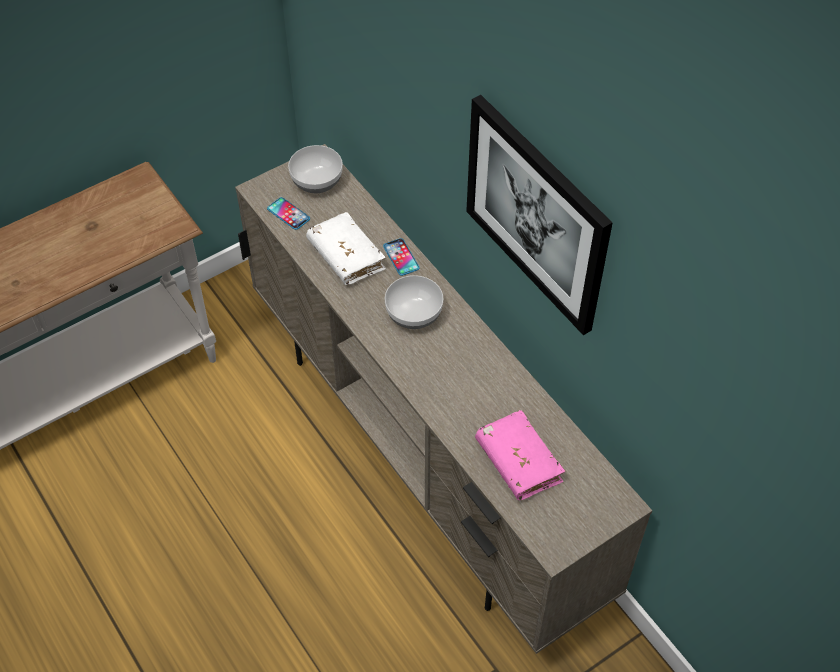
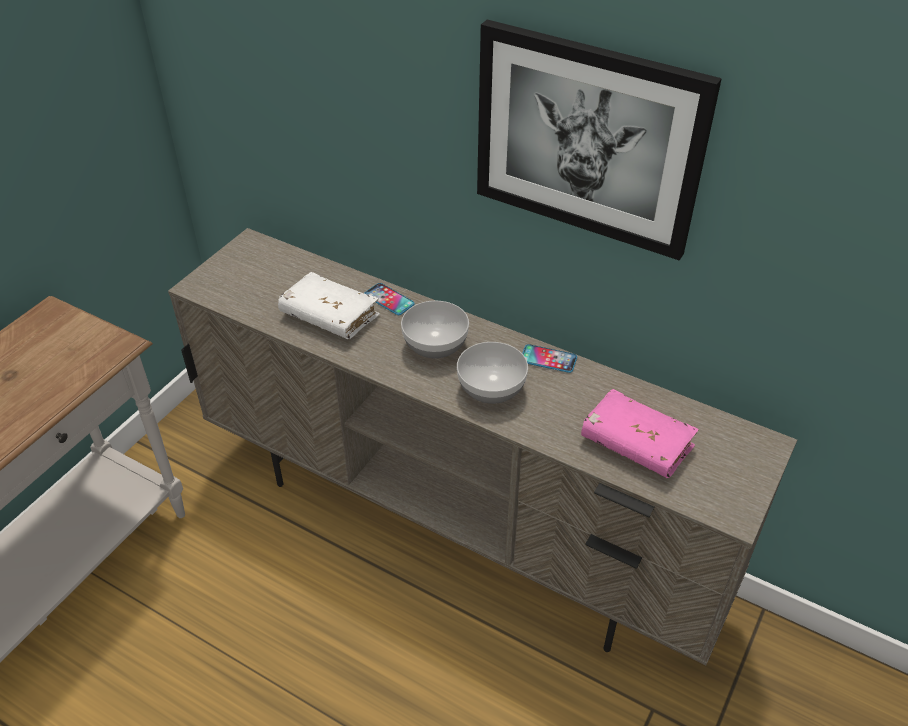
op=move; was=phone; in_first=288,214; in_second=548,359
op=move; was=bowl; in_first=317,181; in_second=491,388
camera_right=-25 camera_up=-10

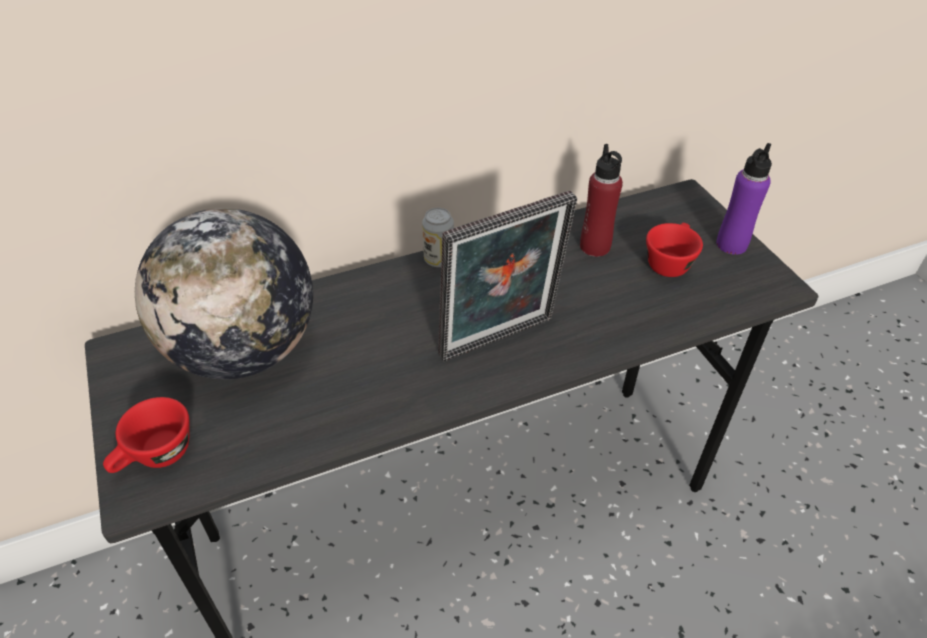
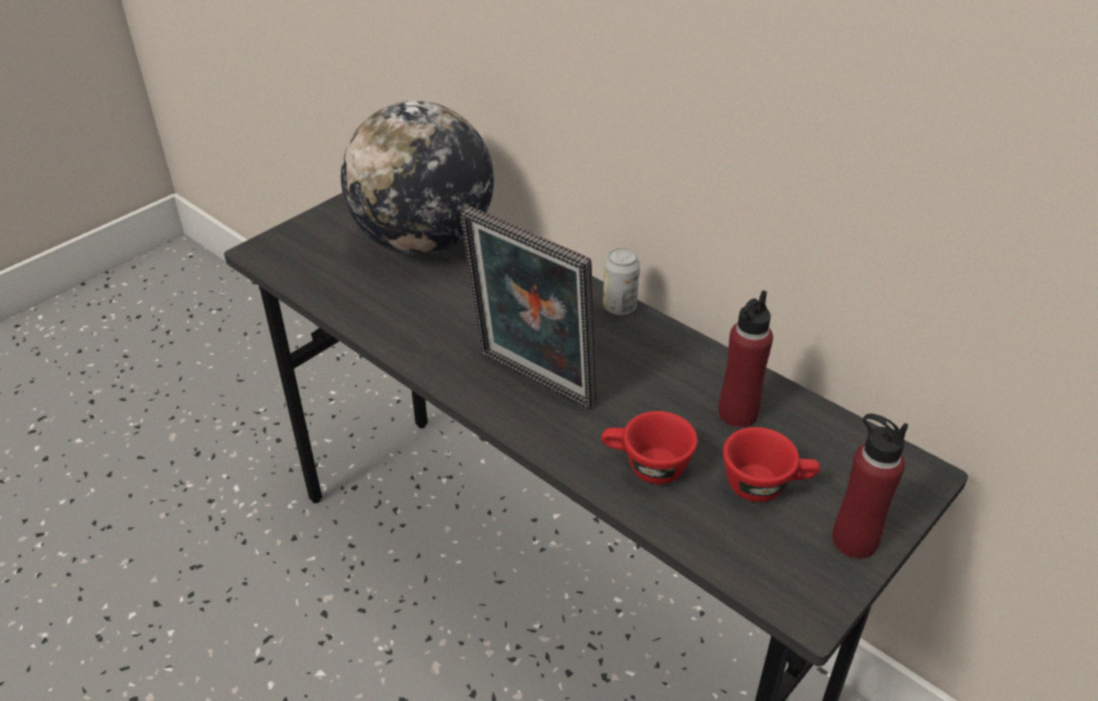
op=move; was=red cup; in_first=156,457; in_second=646,466
op=recolor; was=purple bottle; now=red bottle; in_first=731,244; in_second=854,540
camera_right=65 camera_up=-5

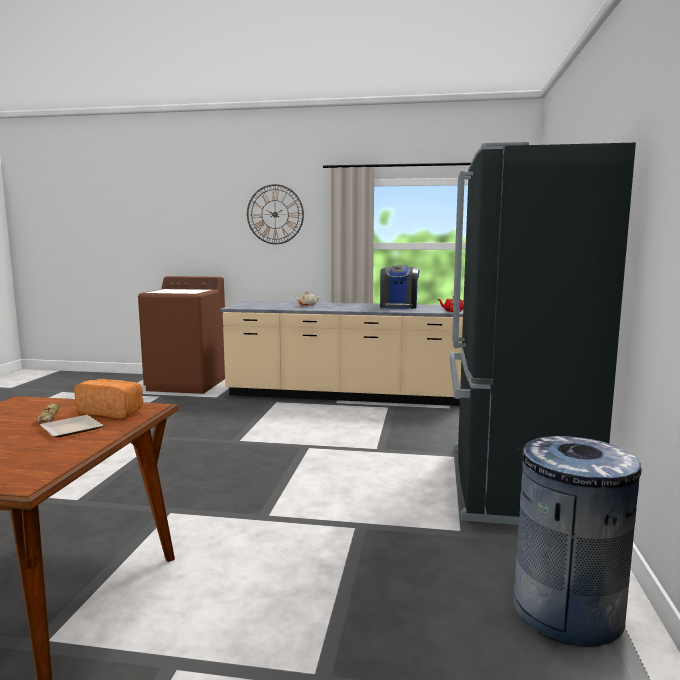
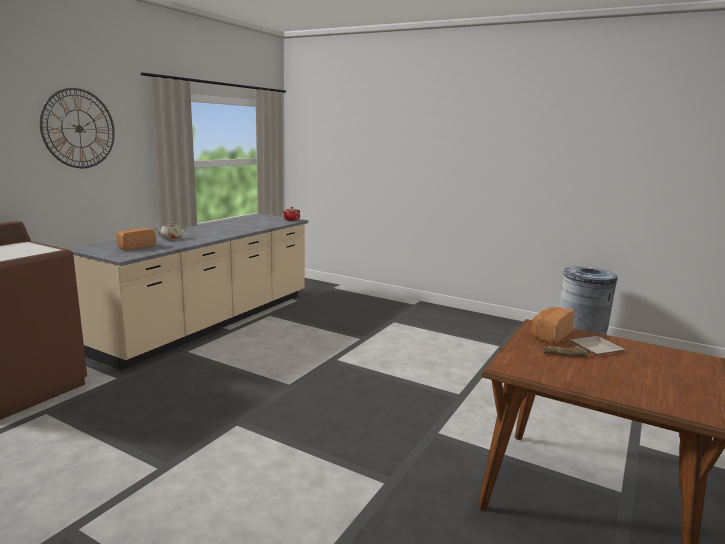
op=delete; was=coffee machine; in_first=399,306
op=delete; was=black fridge; in_first=512,484
op=insert; now=bread; in_second=135,247
camera_right=-70 camera_up=5

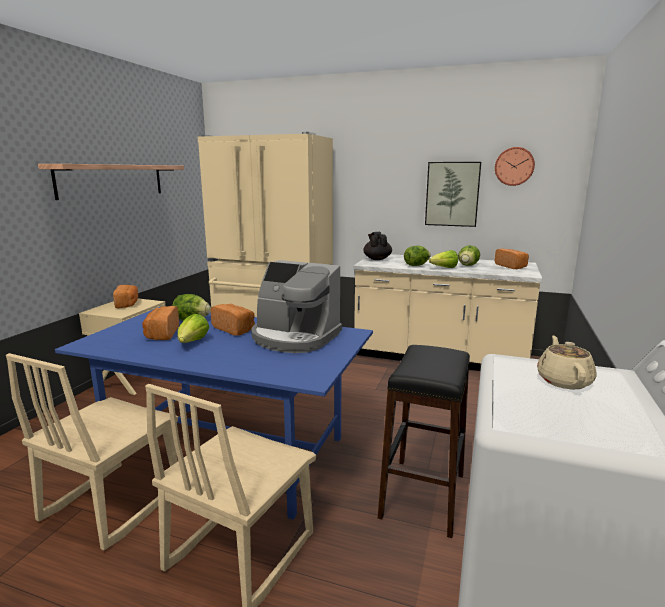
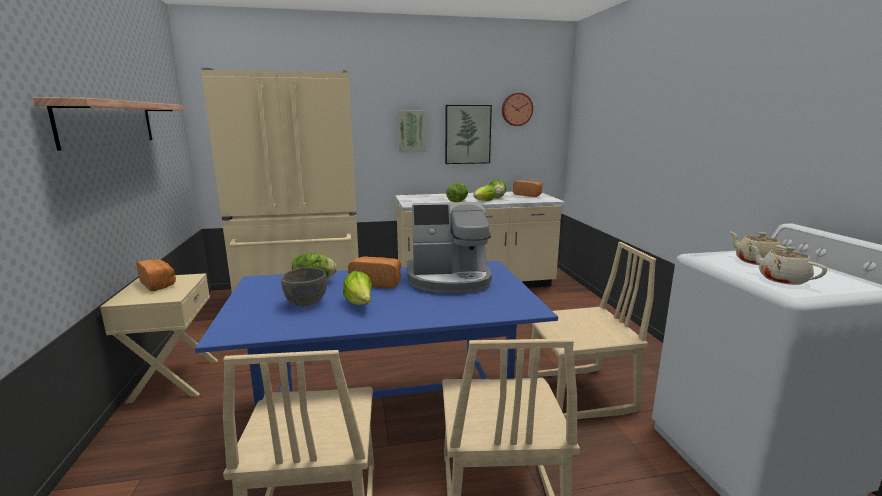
op=delete; was=black teapot; in_first=377,259
op=insert; now=picture; in_second=411,131
op=insert; now=beige teapot; in_second=781,279
op=replace; was=bread; now=grey bowl; in_first=161,334; in_second=306,303
op=replace; was=black stool; now=beige chair; in_first=423,495; in_second=580,394
camera_right=-30 camera_up=0

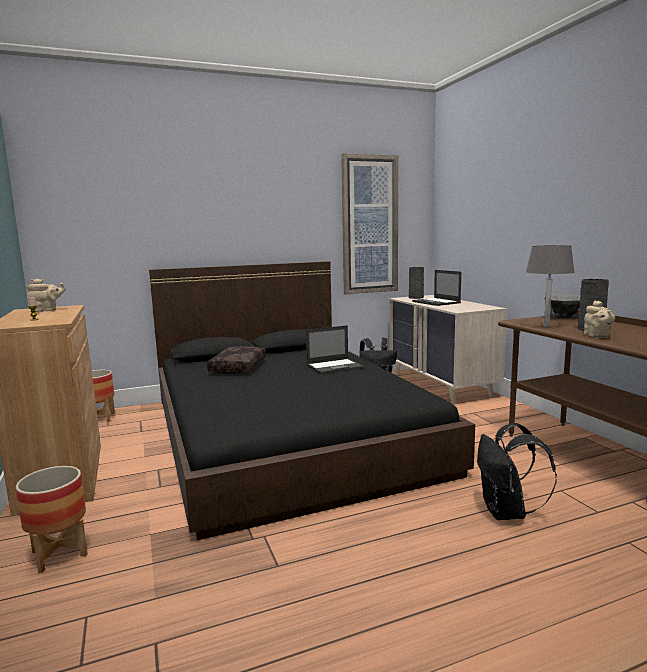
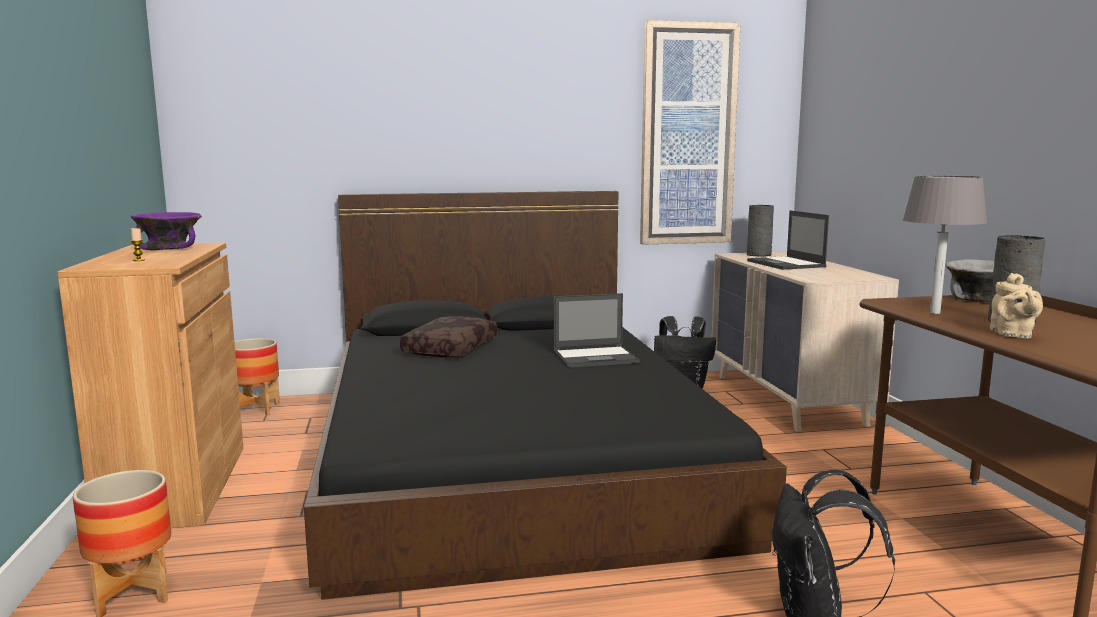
op=replace; was=beige teapot; now=purple bowl; in_first=47,311; in_second=169,248
camera_right=10 camera_up=0

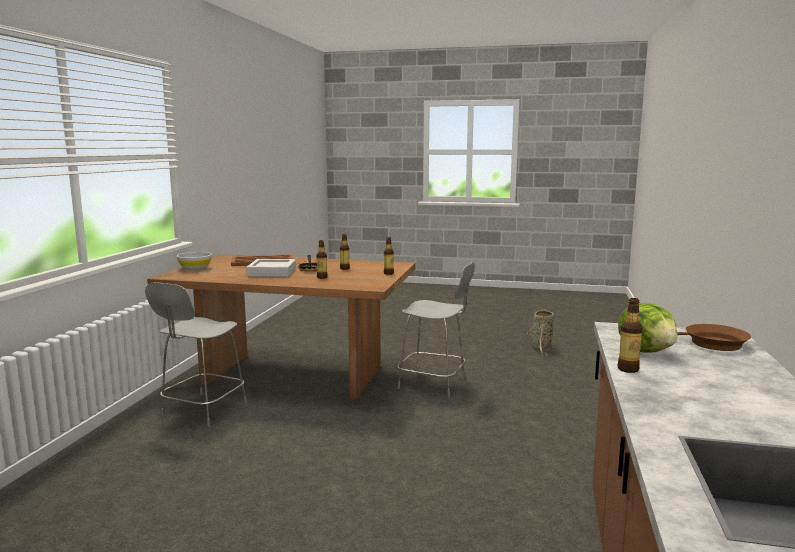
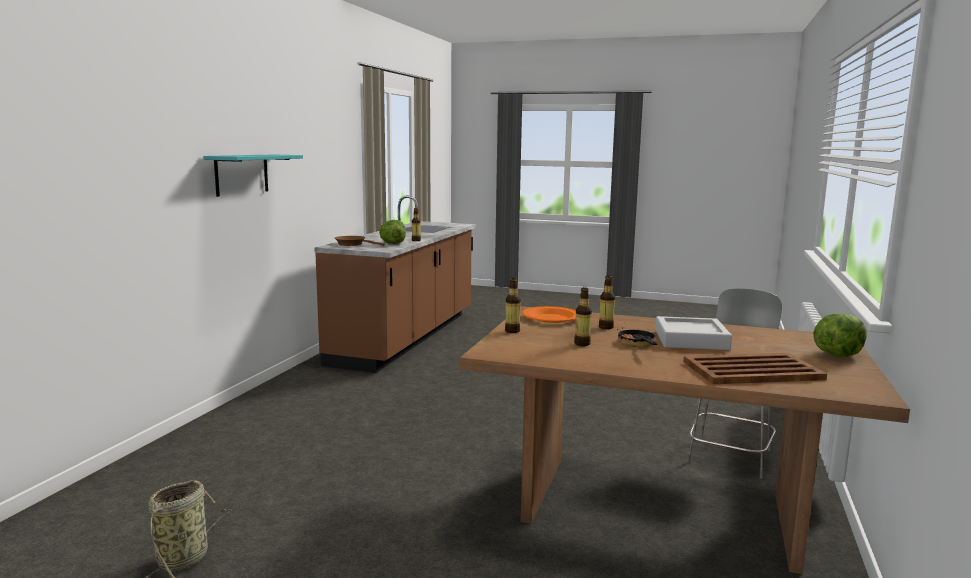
op=delete; was=grey chair; in_first=434,383
op=insert; now=turquoise shelf; in_second=242,174
op=insert; now=orange plate; in_second=551,318
op=replace; was=white bowl; now=lettuce; in_first=195,268; in_second=837,355
camera_right=-175 camera_up=0

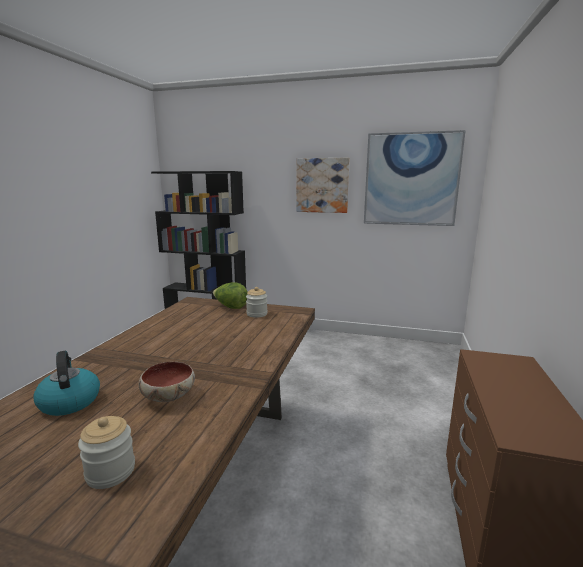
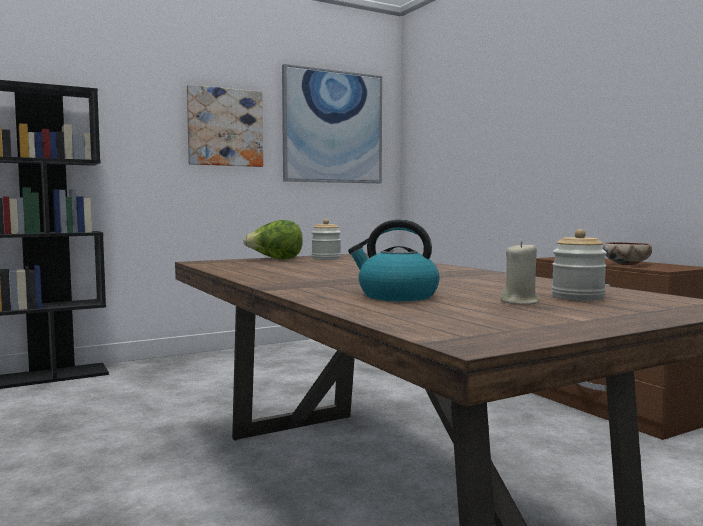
op=insert; now=beige candle; in_second=520,302
op=move; was=bowl; in_first=168,396; in_second=625,264
camera_right=-45 camera_up=-10

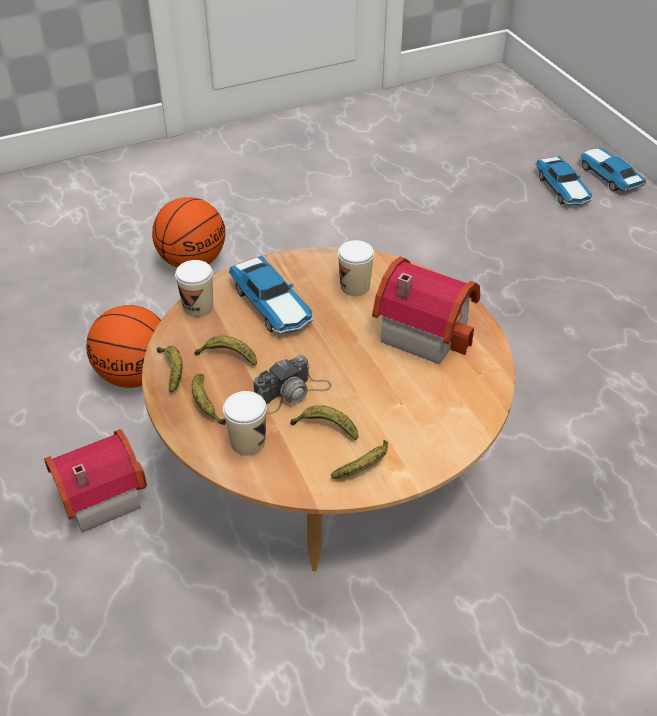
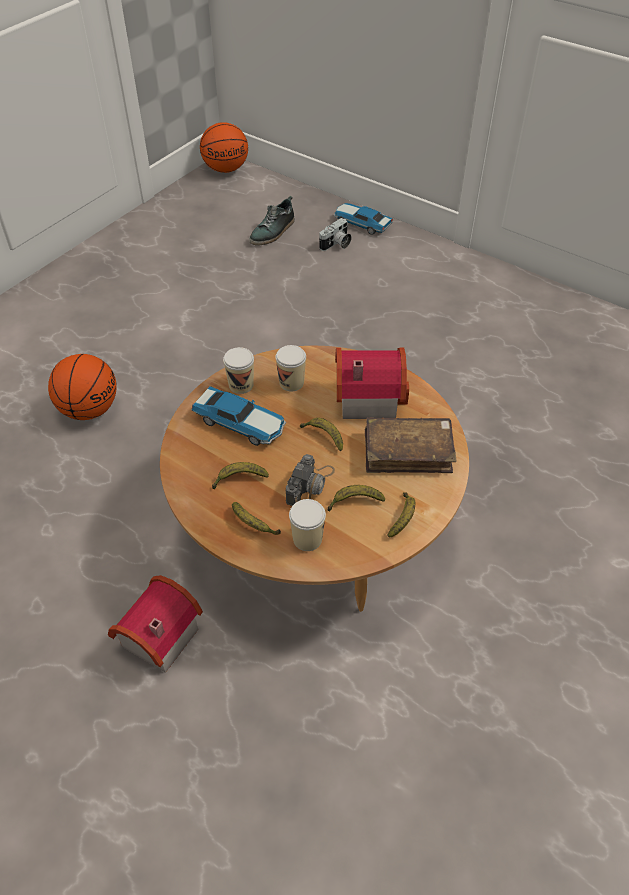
op=insert; now=shoe; in_second=273,232
op=insert; now=brown book; in_second=407,452
op=move; was=basketball; in_first=136,375; in_second=226,169
op=move; was=banana; in_first=172,371; in_second=324,436
op=move; was=cup; in_first=198,307; in_second=241,385
op=replace; was=toy car; now=photo camera; in_first=562,189; in_second=336,244
camera_right=-30 camera_up=5

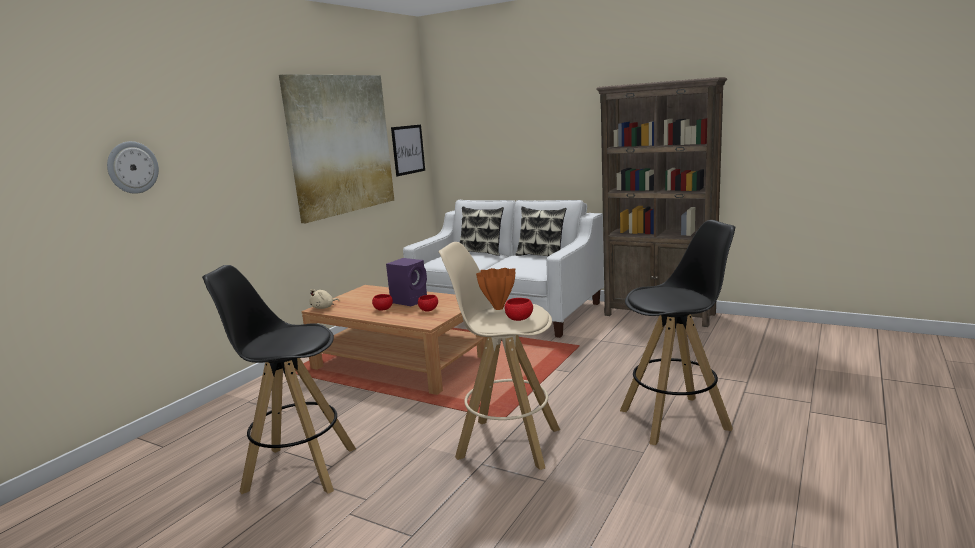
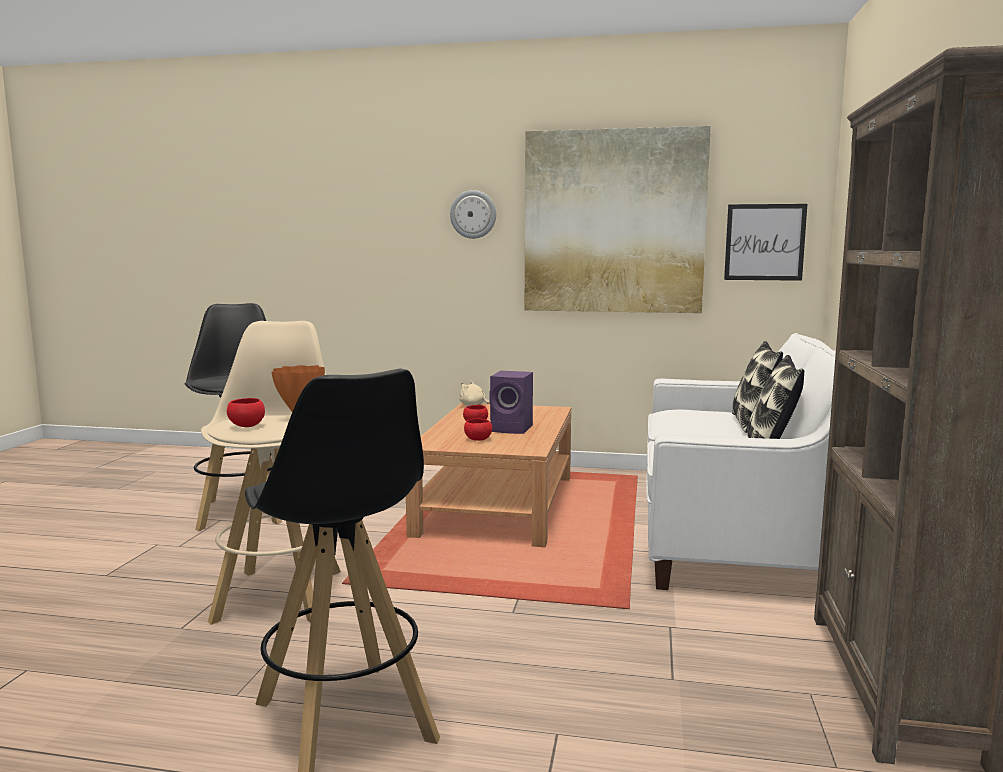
op=move; was=wall clock; in_first=132,167; in_second=473,214
camera_right=70 camera_up=-5

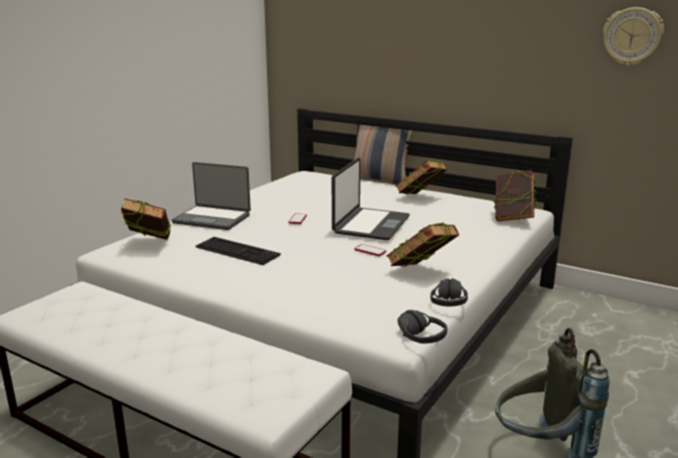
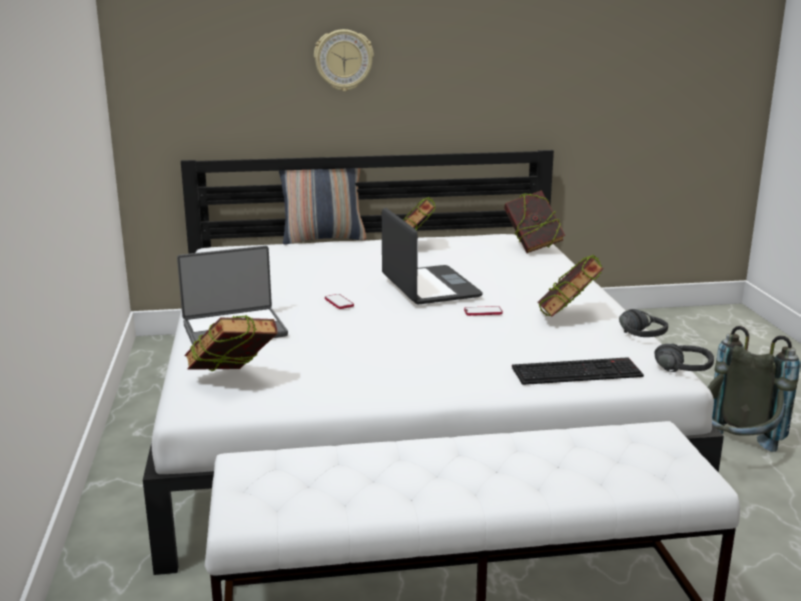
op=move; was=keyboard; in_first=239,251; in_second=577,371
op=move; was=wall clock; in_first=632,36; in_second=343,60
camera_right=-40 camera_up=0

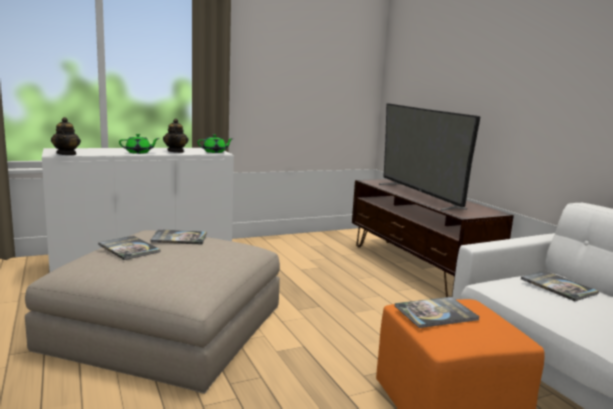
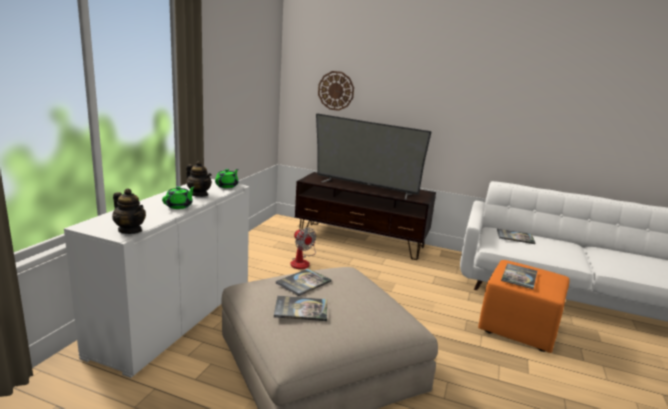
op=insert; now=fan; in_second=302,262
op=insert; now=wall clock; in_second=336,90
camera_right=-45 camera_up=5

